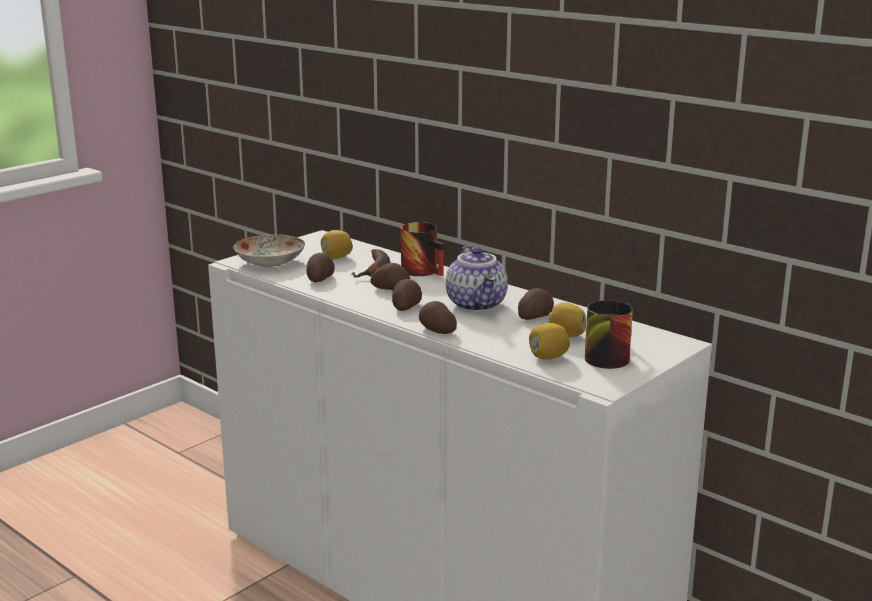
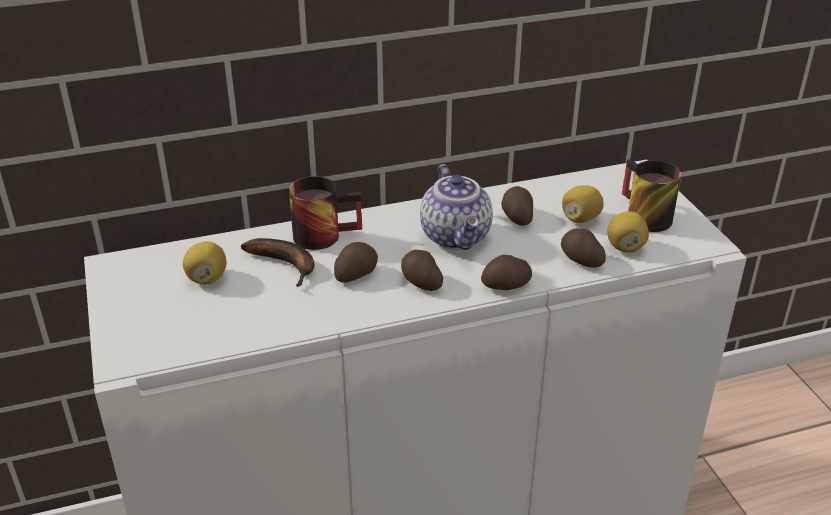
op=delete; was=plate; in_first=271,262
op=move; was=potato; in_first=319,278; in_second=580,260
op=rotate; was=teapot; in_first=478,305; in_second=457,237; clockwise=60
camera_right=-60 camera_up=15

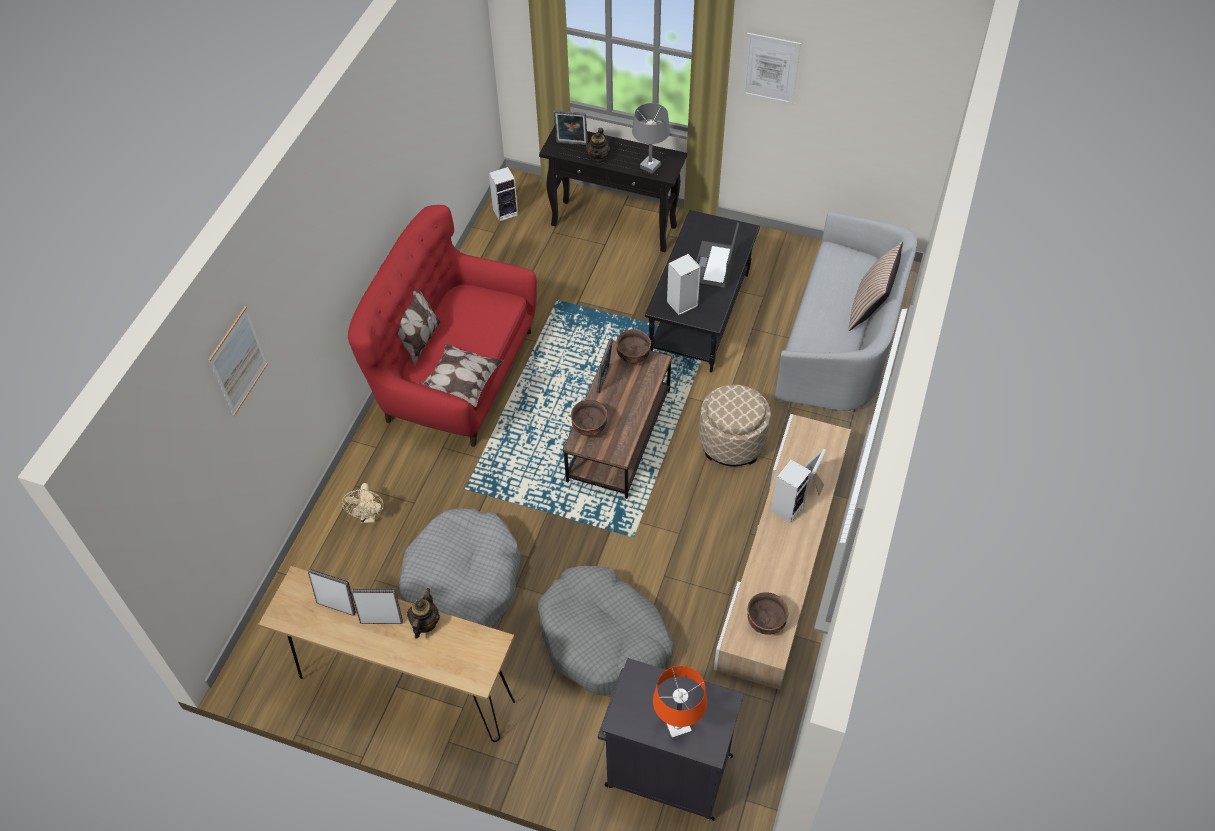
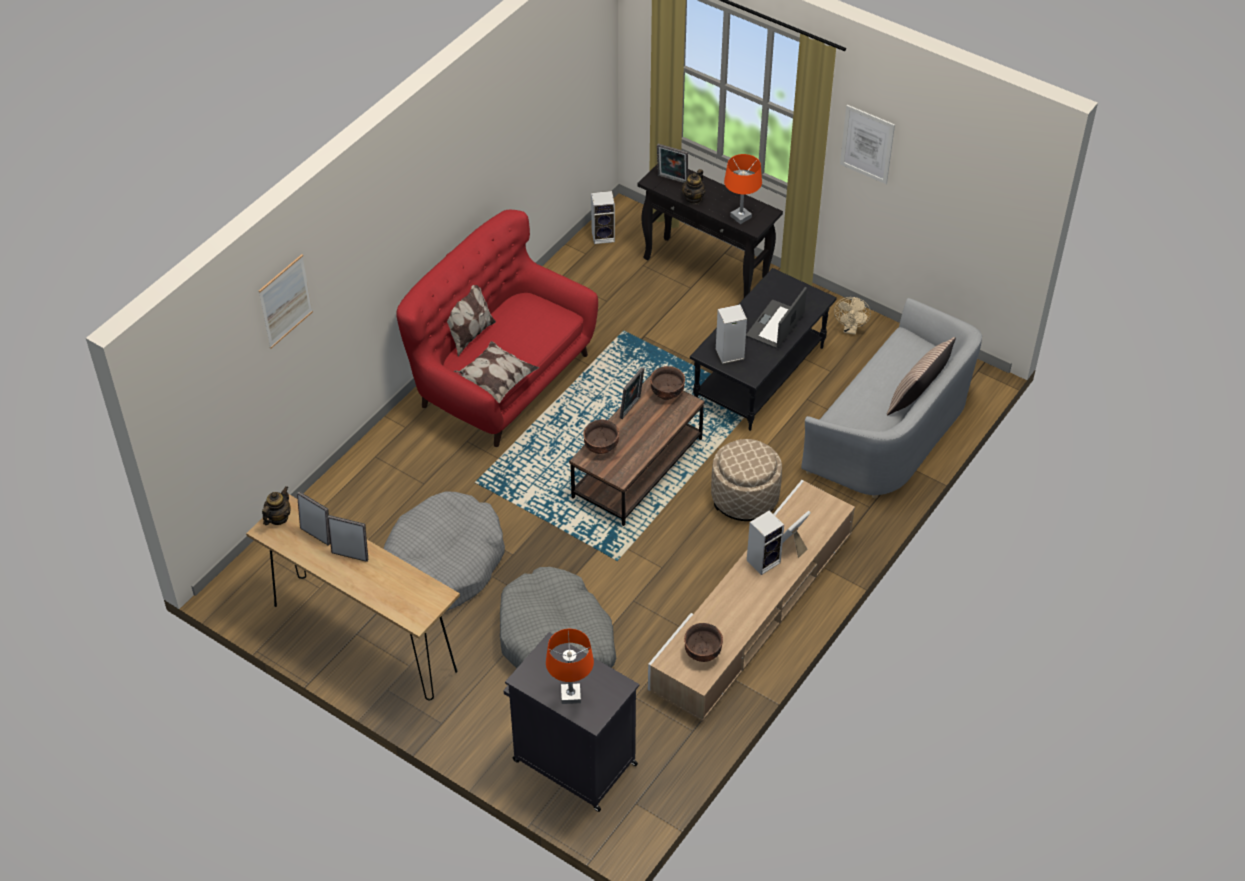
op=move; was=beige fan; in_first=368,517; in_second=850,329
op=move; was=teapot; in_first=425,623; in_second=278,518
op=recolor; was=grey table lamp; now=orange table lamp; in_first=650,167; in_second=740,217
camera_right=15 camera_up=-5

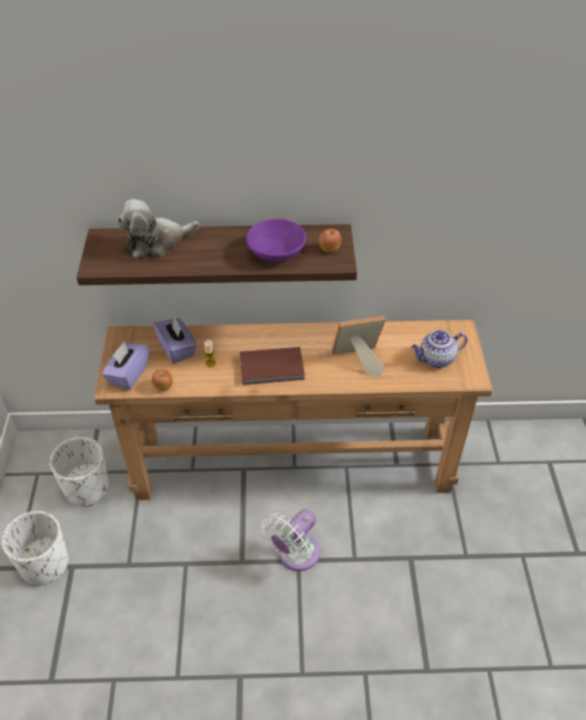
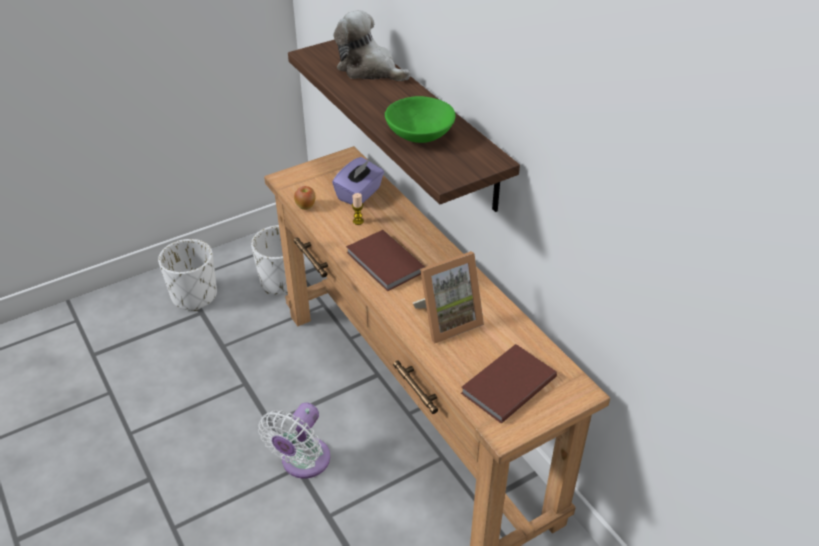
op=delete; was=purple tissue box; in_first=128,374
op=delete; was=apple; in_first=329,249
op=replace; was=teapot; now=brown book; in_first=436,359; in_second=506,385
op=recolor; was=purple bowl; now=green bowl; in_first=276,253; in_second=420,135
op=rotate; was=white fan; in_first=295,555; in_second=302,462; clockwise=-75
op=rotate; was=picture frame; in_first=357,361; in_second=447,320; clockwise=105
camera_right=60 camera_up=-5

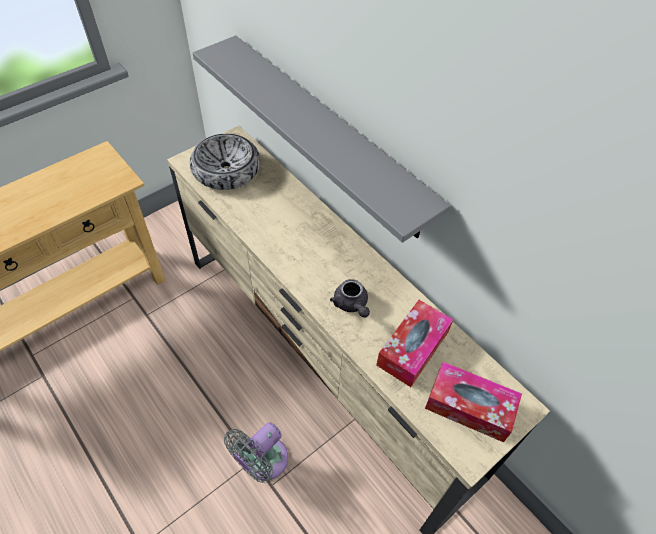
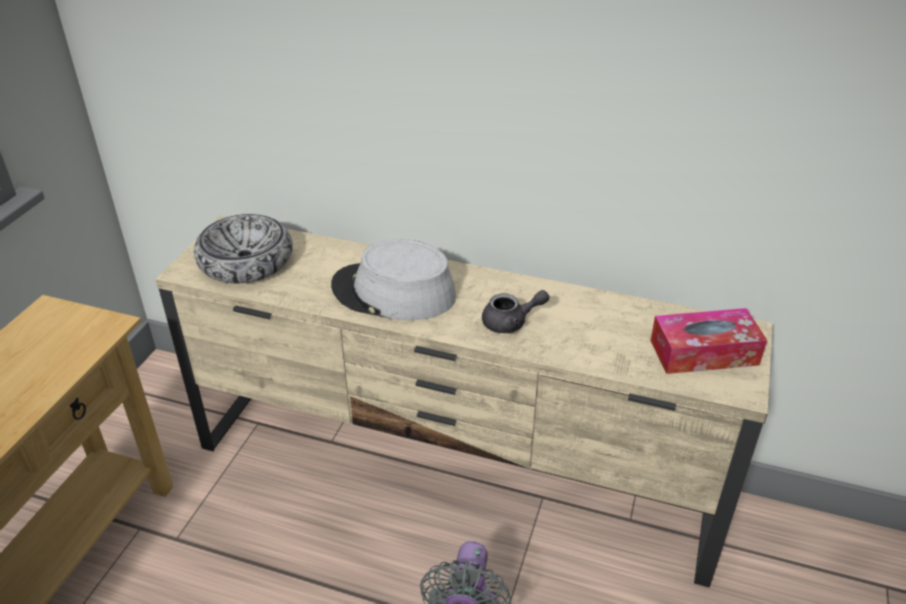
op=delete; was=grey shelf; in_first=328,135
op=delete; was=tissue box; in_first=413,348
op=insert; now=grey hat; in_second=393,293
op=rotate; was=grey teapot; in_first=351,305; in_second=511,322; clockwise=-45
camera_right=-30 camera_up=-15

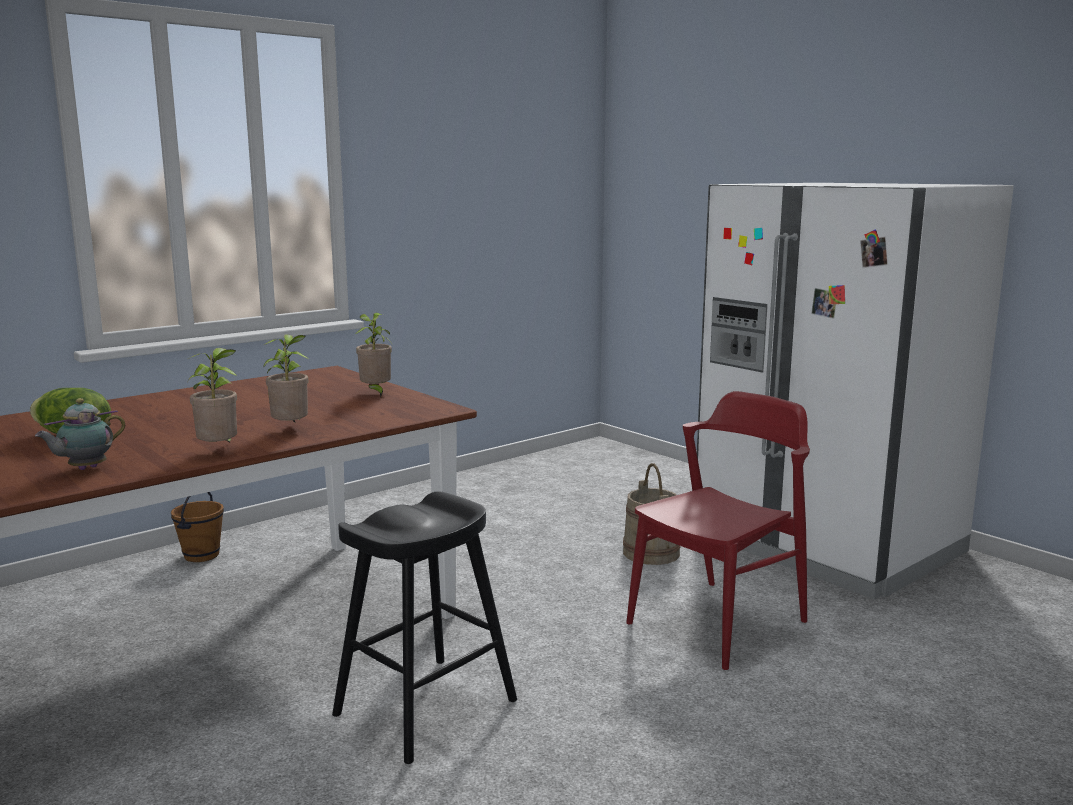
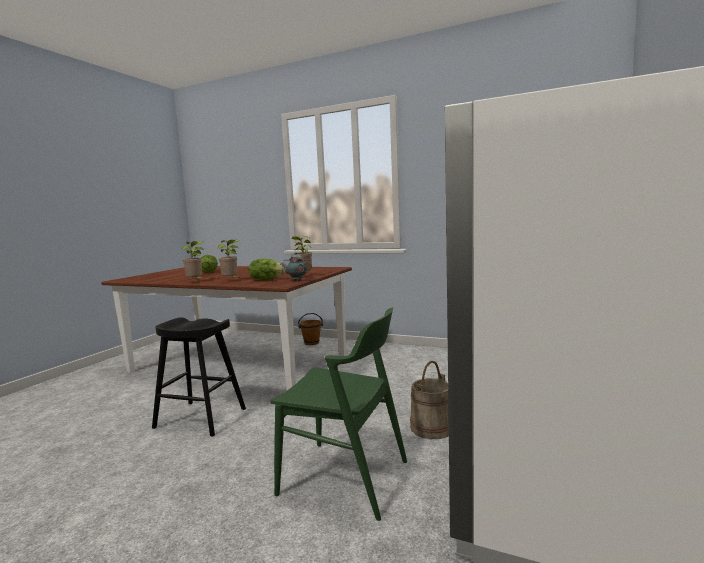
op=insert; now=lettuce; in_second=266,280
op=move; was=teapot; in_first=85,469; in_second=296,281
op=recolor; was=red chair; now=green chair; in_first=718,622; in_second=344,477
camera_right=65 camera_up=-5

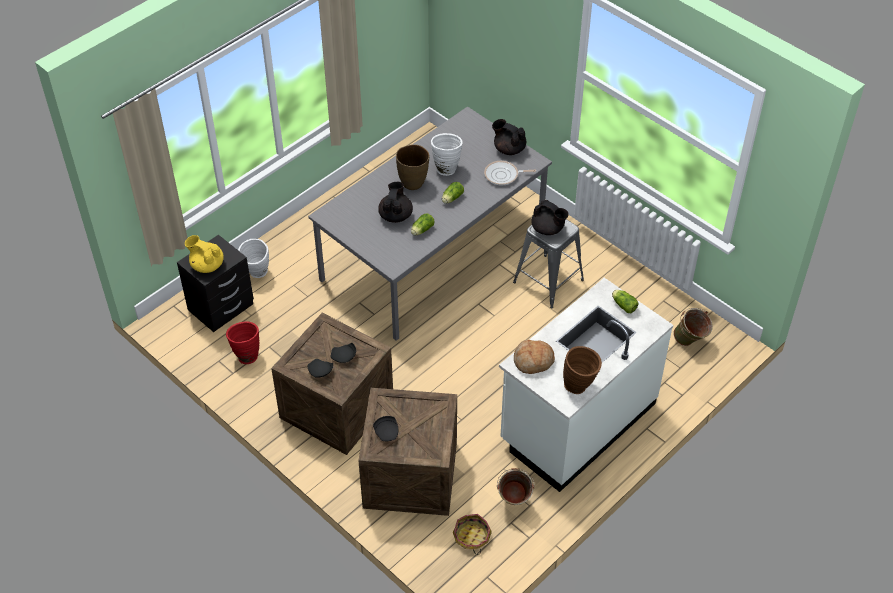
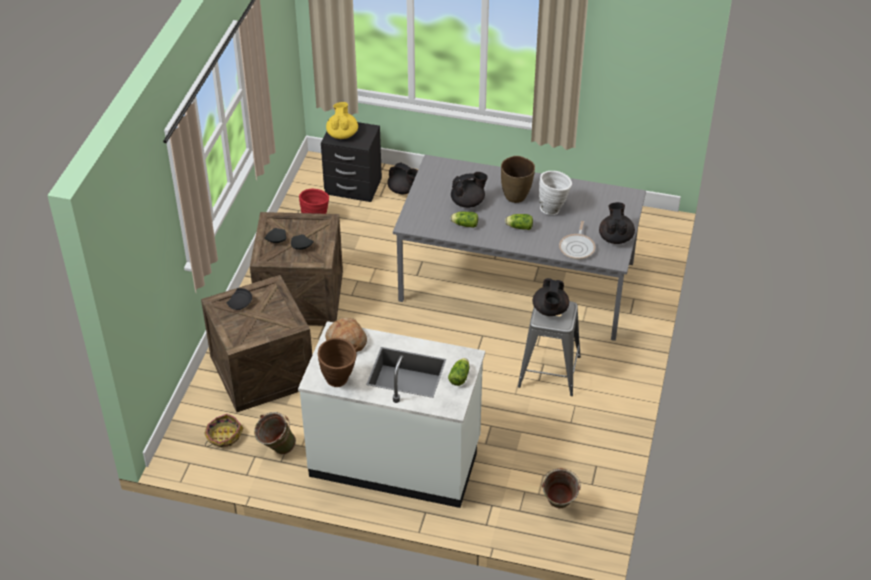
op=replace; was=white vase; now=black teapot; in_first=257,274; in_second=403,190
op=rotate; was=frying pan; in_first=503,175; in_second=577,247; clockwise=-135
camera_right=60 camera_up=-5

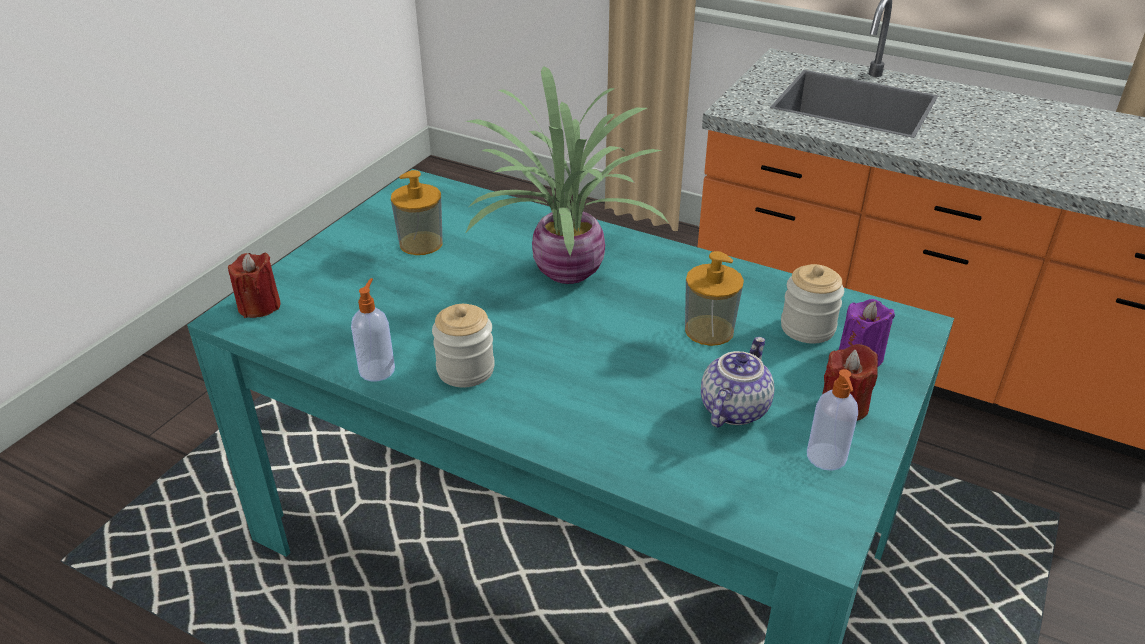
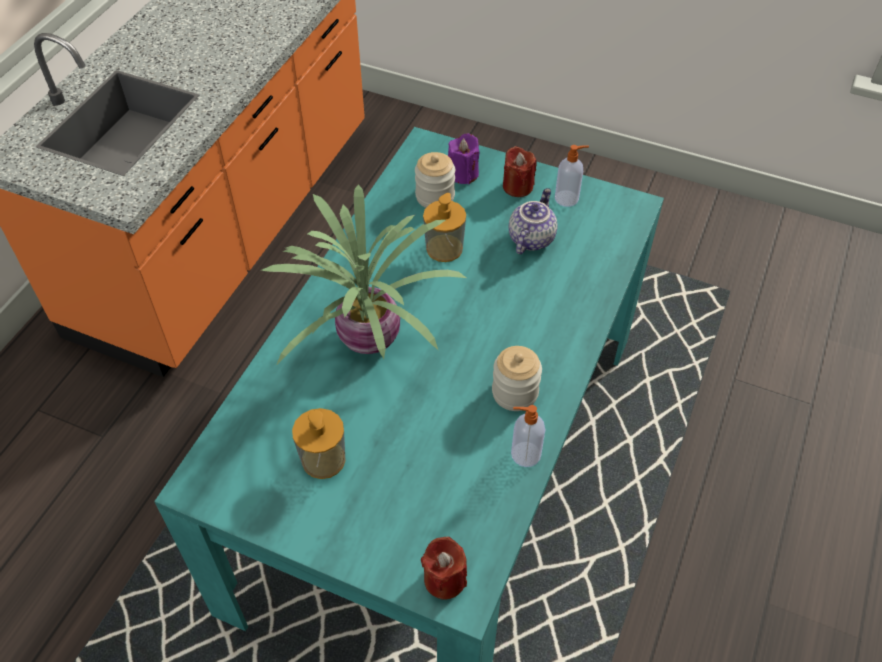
op=rotate; was=teapot; in_first=732,408; in_second=530,238; clockwise=90
camera_right=-95 camera_up=15

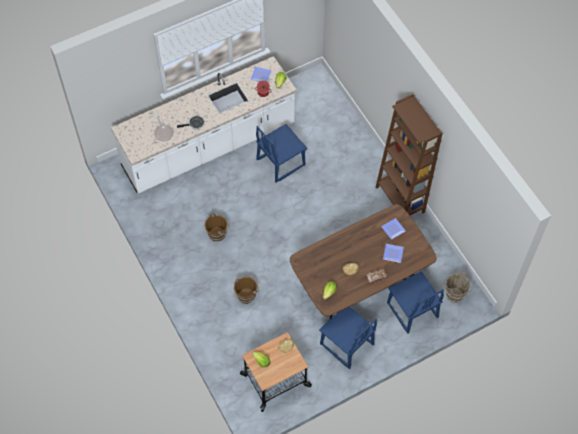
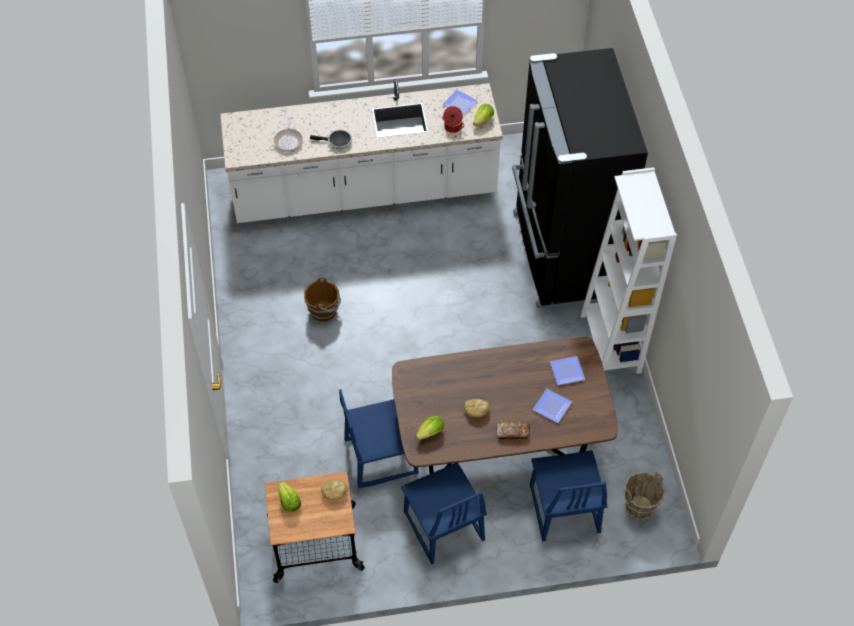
op=delete; was=brown bucket; in_first=246,295
op=insert; now=black fridge; in_second=561,255
op=move; was=blue chair; in_first=280,162; in_second=381,456
op=recolor; was=brown bookcase; now=white bookcase; in_first=400,199; in_second=610,344
camera_right=20 camera_up=-5

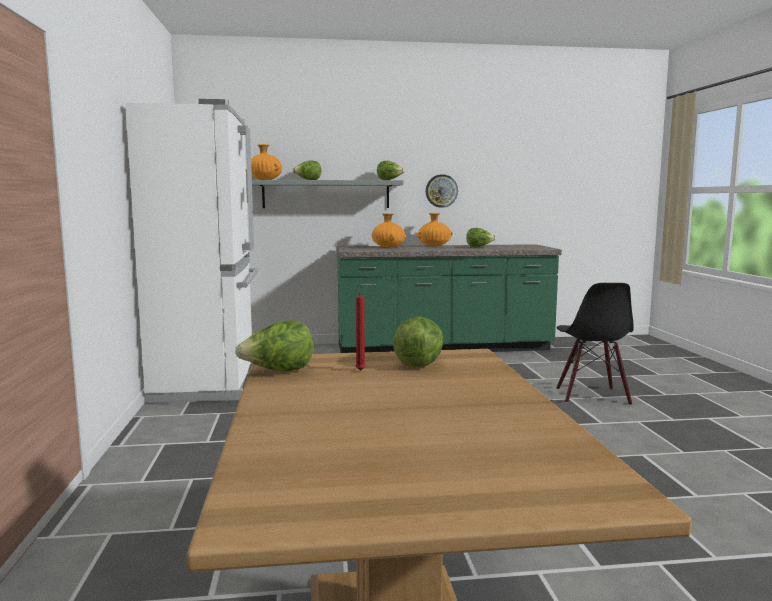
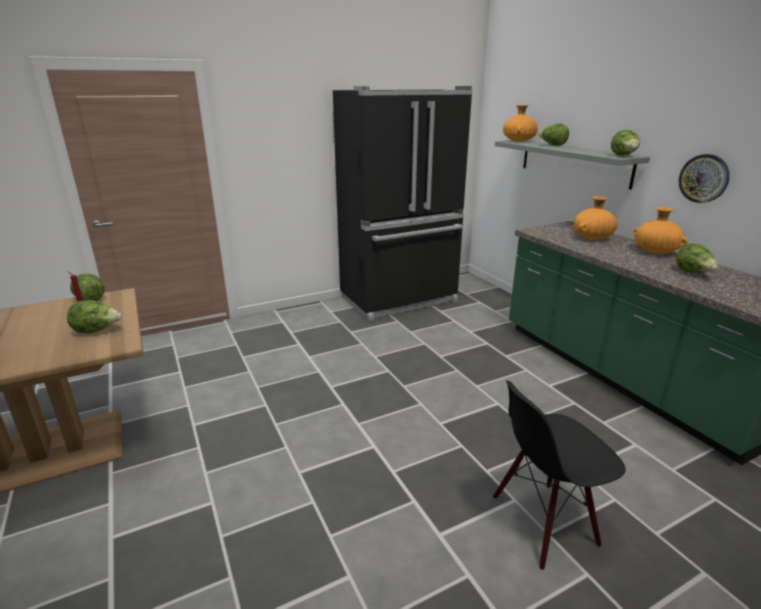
op=recolor; was=white fridge; now=black fridge; in_first=210,381; in_second=400,300
camera_right=70 camera_up=15

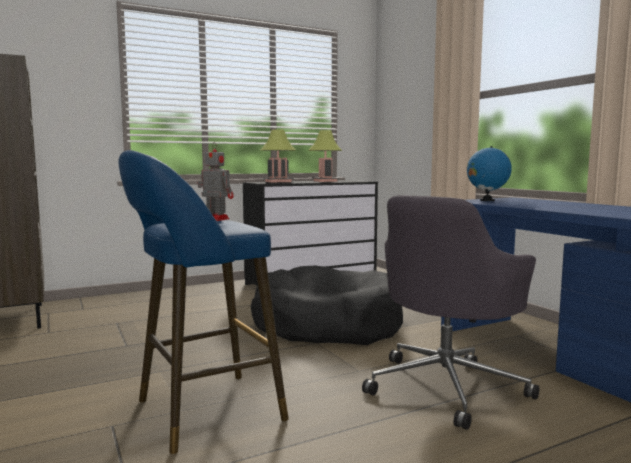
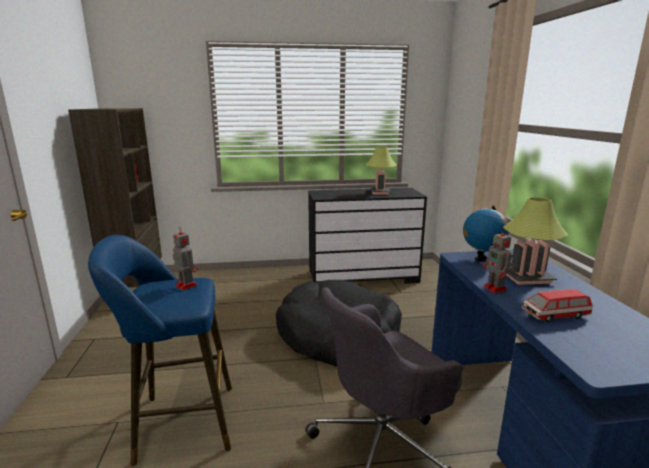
op=insert; now=toy robot; in_second=496,289
op=insert; now=toy car; in_second=555,315
op=move; was=table lamp; in_first=278,181; in_second=526,278
camera_right=20 camera_up=10

